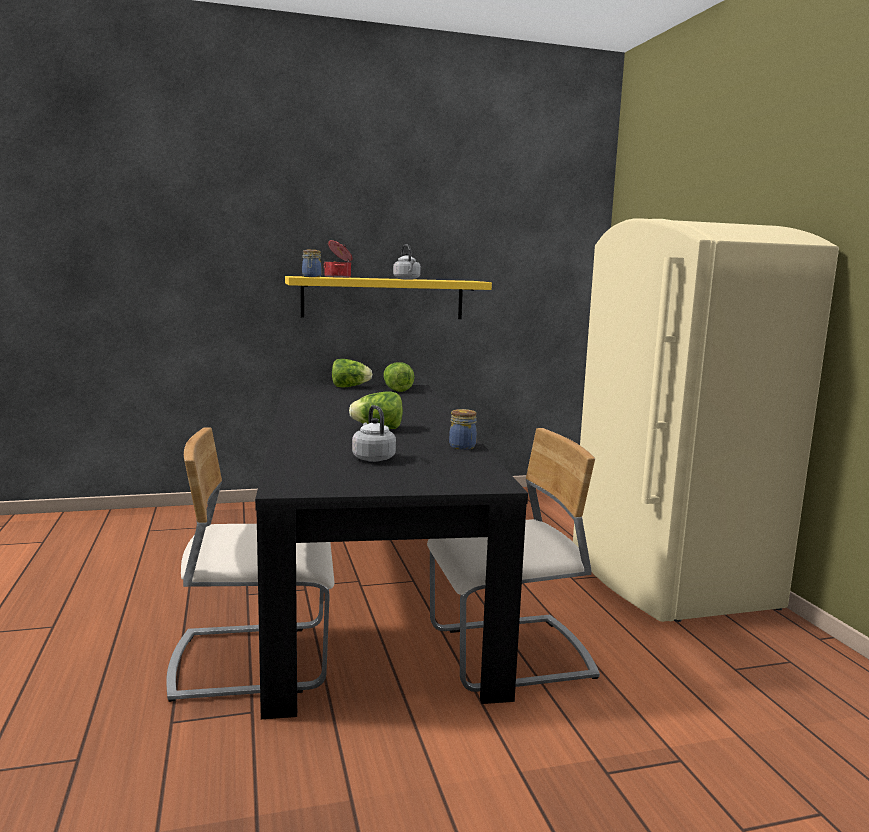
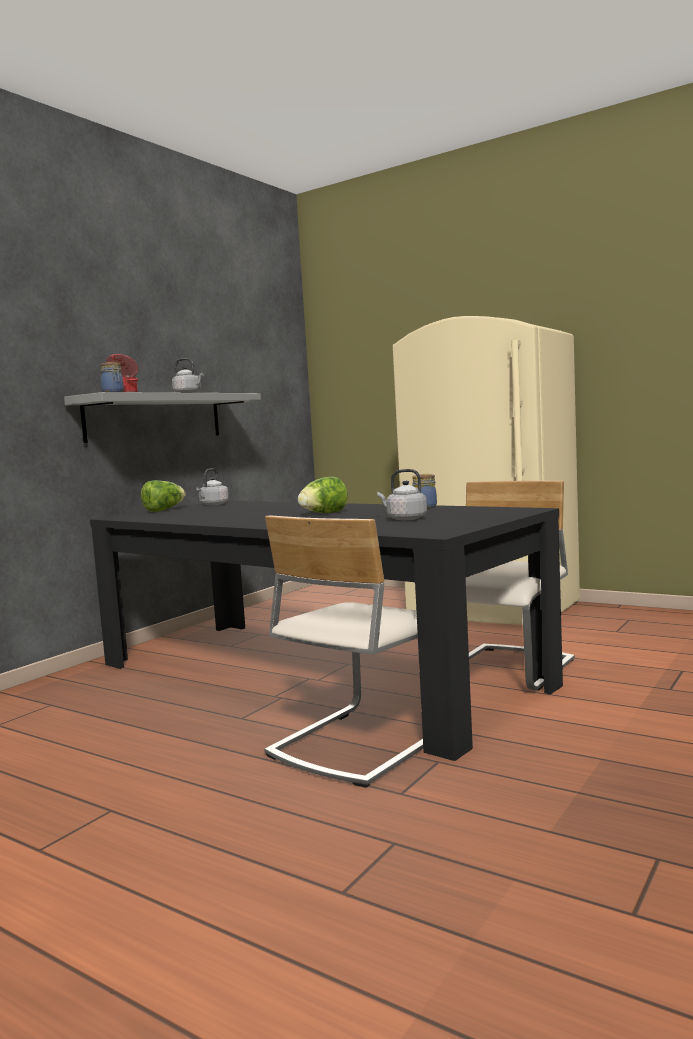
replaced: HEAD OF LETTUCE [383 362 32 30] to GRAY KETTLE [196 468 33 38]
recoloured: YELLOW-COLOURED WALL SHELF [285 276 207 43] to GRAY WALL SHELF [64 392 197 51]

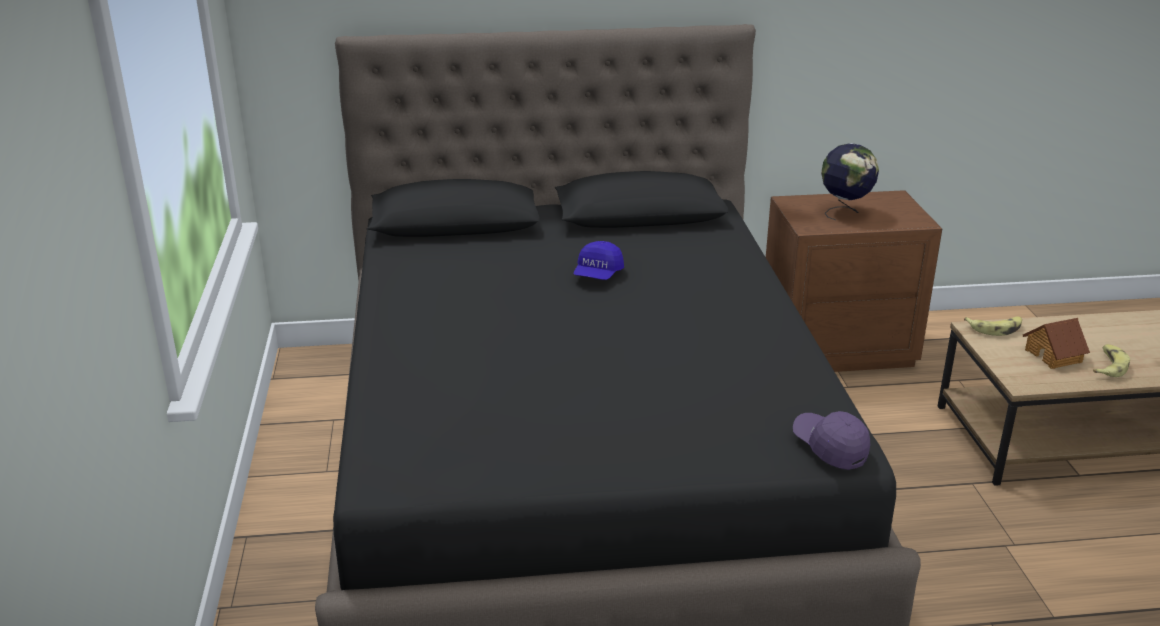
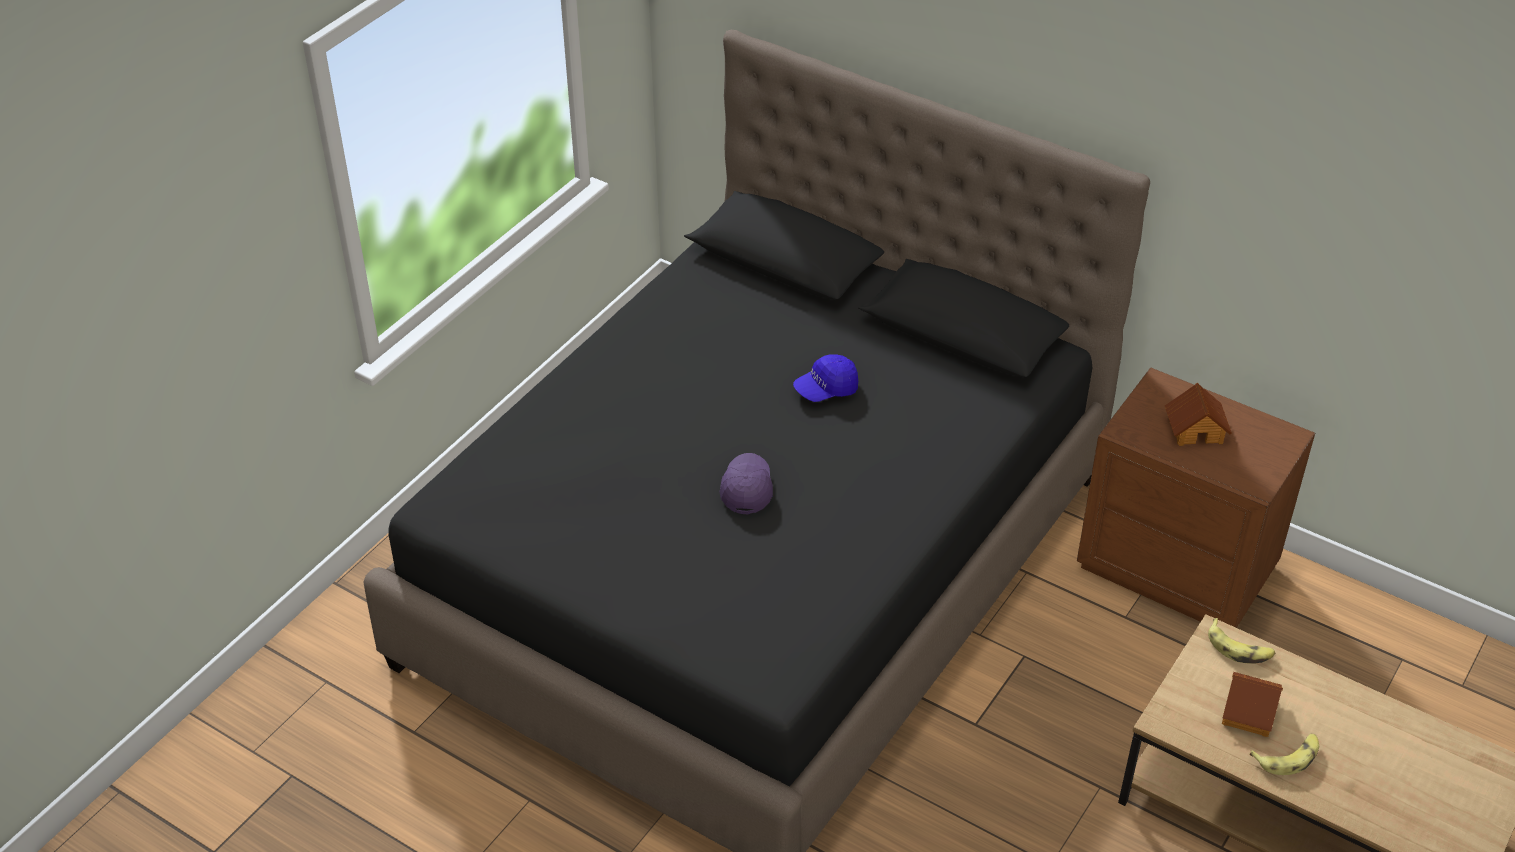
moved: PURPLE CAP [793 411 77 59] to [719 453 54 61]
replaced: GLOBE [821 143 58 77] to MODEL HOUSE [1165 383 67 63]

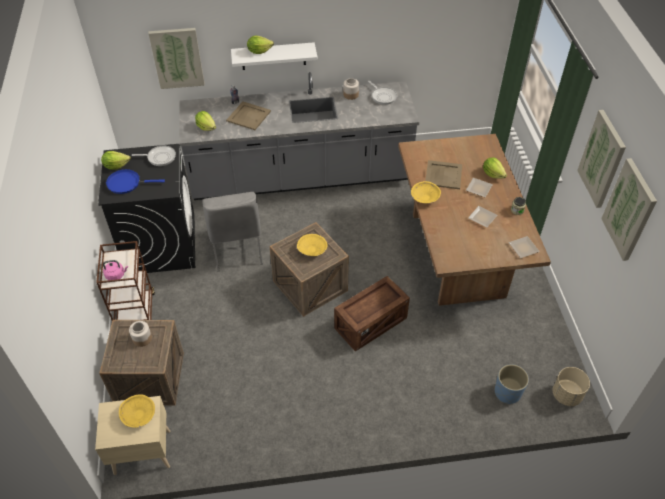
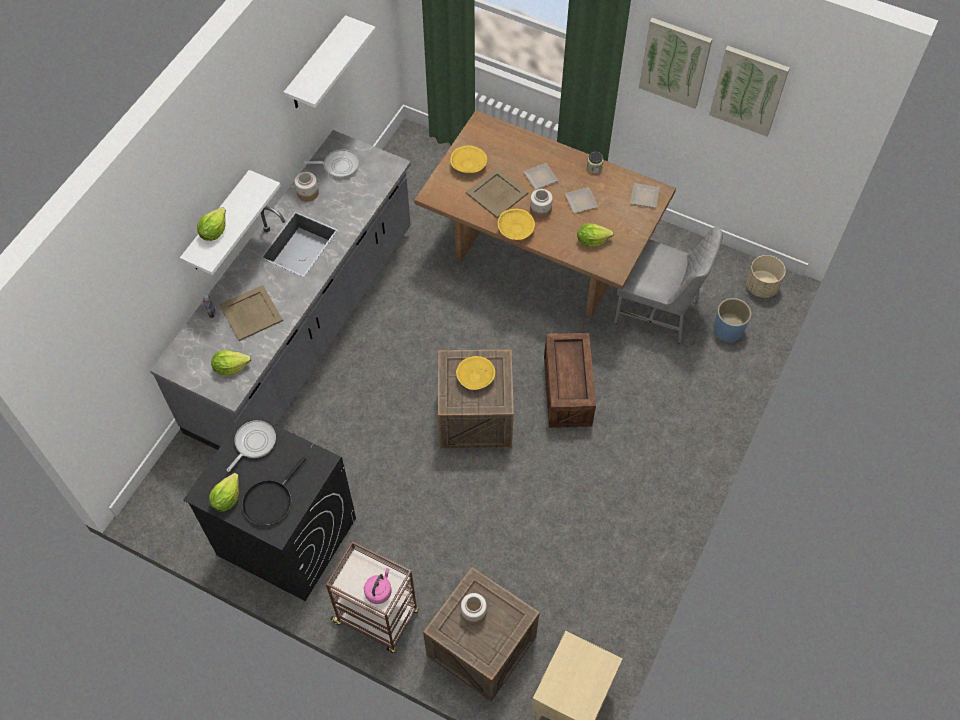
removed: WALL ART [148 28 57 61]
added: WHITE-COLOURED WALL SHELF [284 15 92 94]; PRESERVE JAR [530 189 23 29]
moved: YELLOW-COLOURED BOWL [119 394 36 34] to [450 145 37 28]; GRAY PLAIN CHAIR [202 192 61 79] to [614 226 109 118]; HEAD OF LETTUCE [483 157 24 22] to [577 223 37 24]
recoloured: BLUISH PAN [106 169 59 25] to BLACK PAN [242 457 64 69]

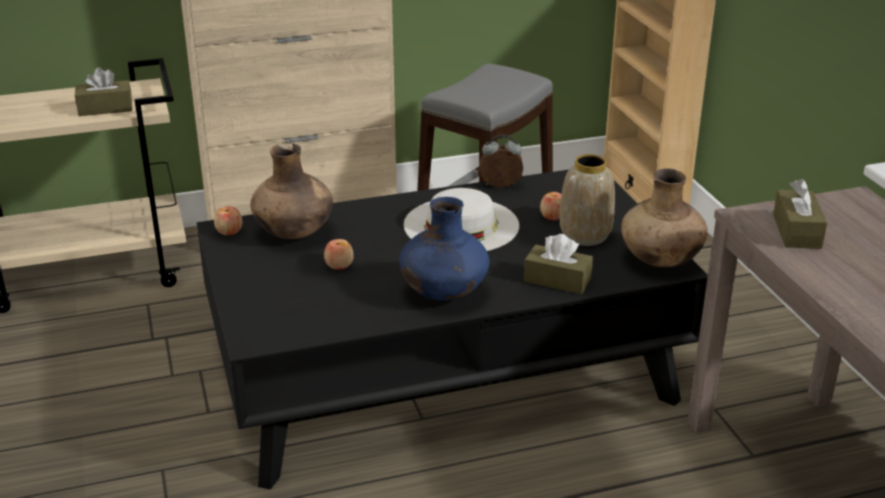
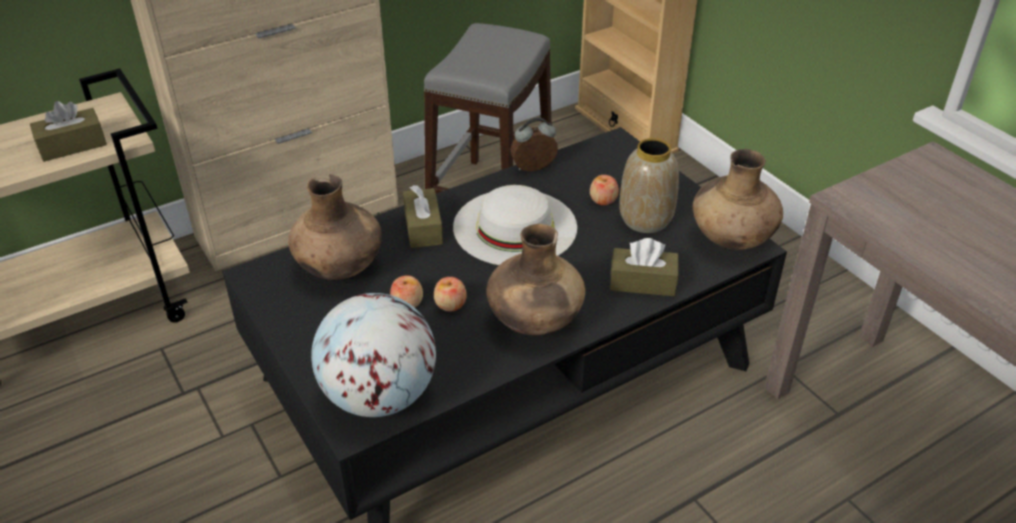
added: GLOBE [311 293 125 124]
moved: APPLE [214 206 29 29] to [434 277 32 35]; BROWN-COLOURED TISSUE HOLDER [773 179 54 70] to [403 185 40 63]
recoloured: BLUISH DECORATIVE VASE [399 197 91 103] to BROWN-COLOURED DECORATIVE VASE [487 224 98 111]

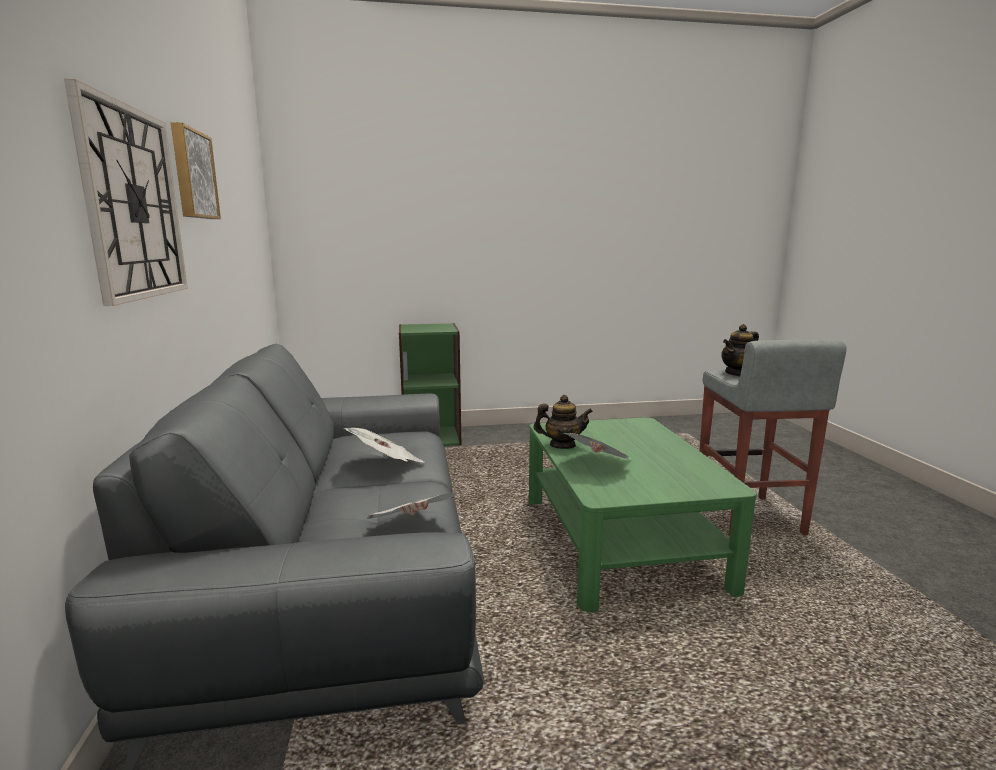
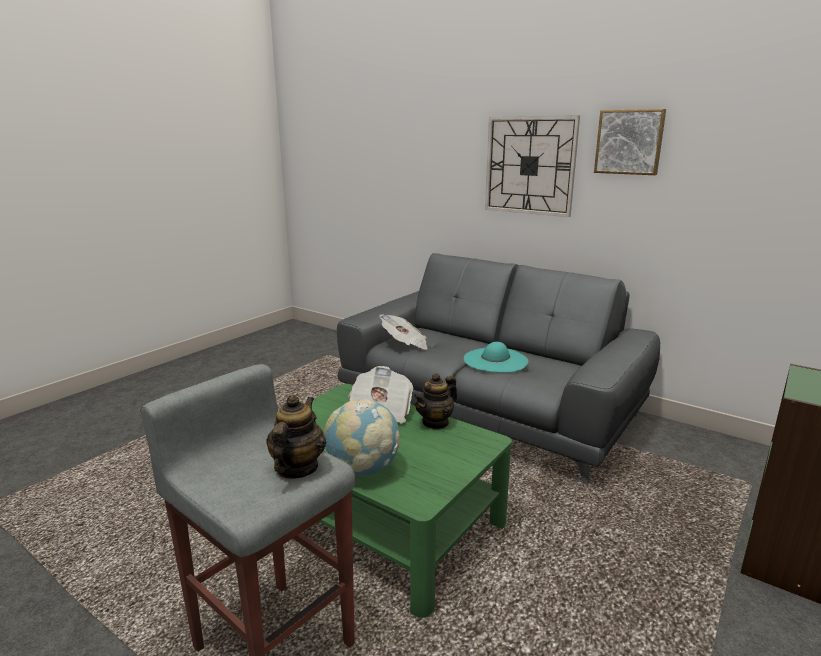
added: GLOBE [324 399 76 77]
replaced: NEWSPAPER [344 428 80 34] to TURQUOISE-COLOURED CLOTHING HAT [464 342 65 31]

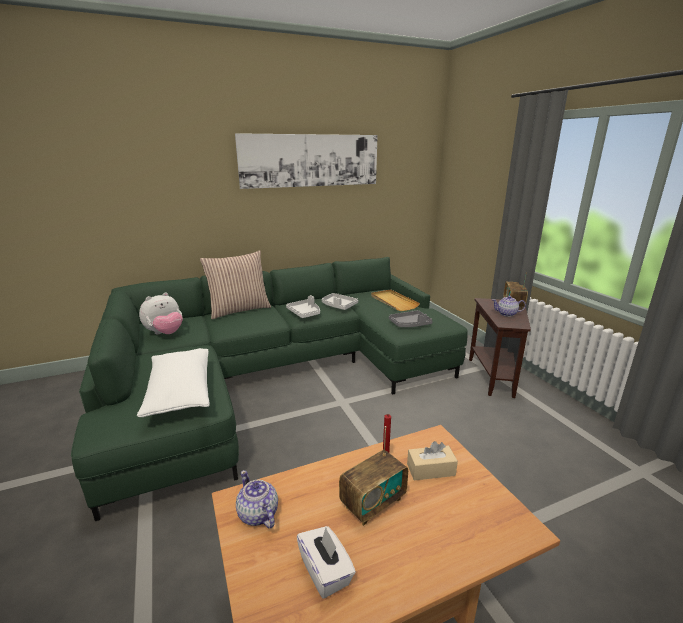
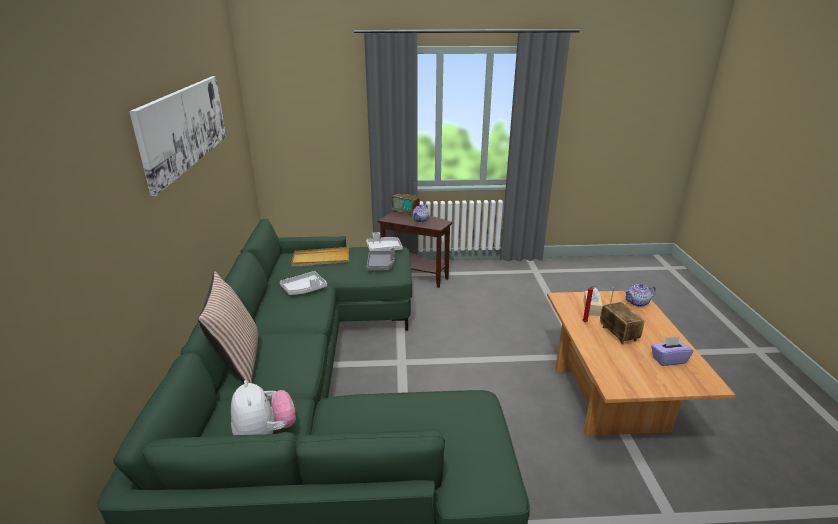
removed: WHITE-COLOURED PILLOW [137 348 73 69]
moved: POT FOR TEA [236 470 42 58] to [624 284 32 23]; GRAY CARRYING TRAY [286 295 34 23] to [366 232 37 19]
recoloured: WHITE-COLOURED TISSUE HOLDER [297 526 59 73] to PURPLE TISSUE HOLDER [651 337 42 29]

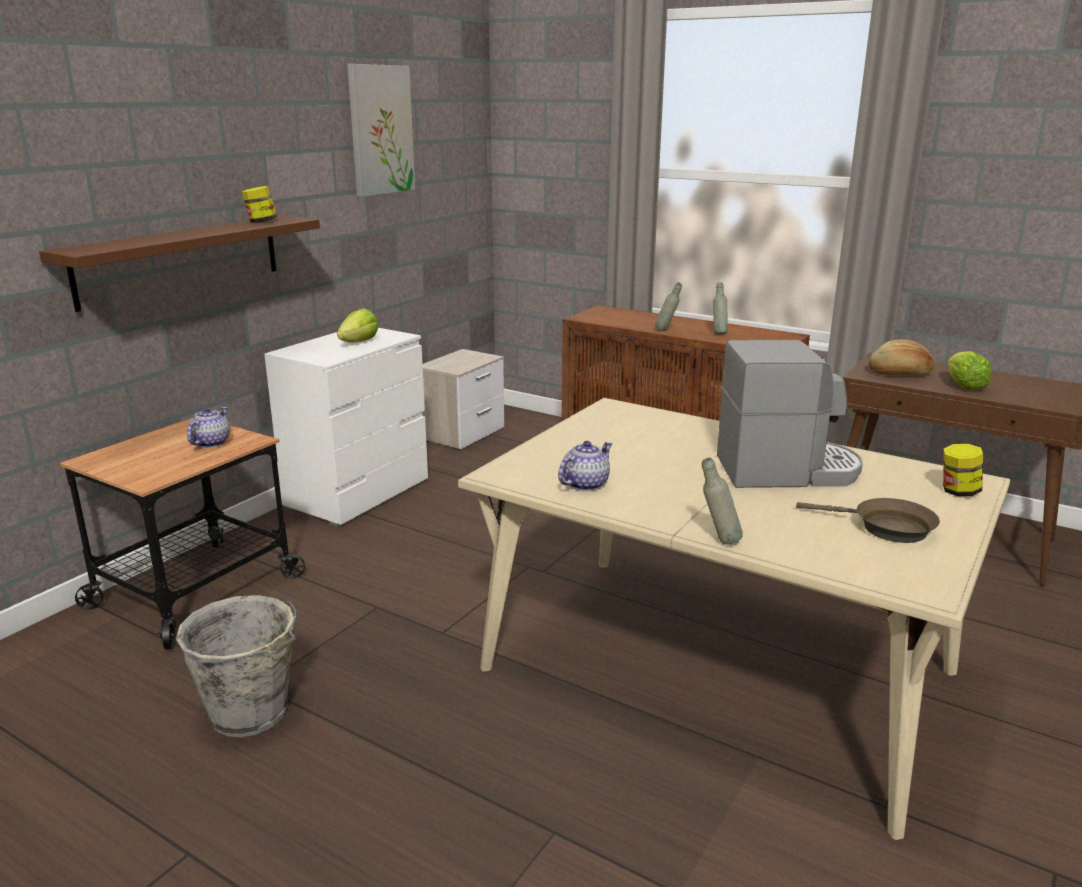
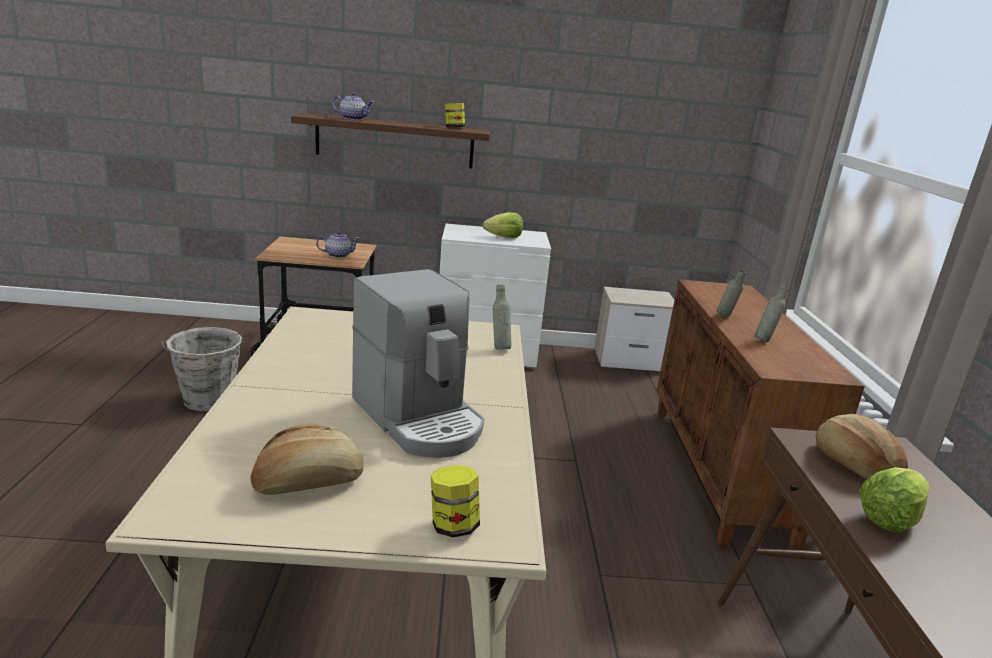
removed: WALL ART [347 64 68 133]
moved: POT FOR TEA [558 441 54 50] to [332 93 42 27]; GRAY BEVERAGE BOTTLE [702 458 41 87] to [493 285 19 65]
replaced: BROWN-COLOURED PAN [796 498 144 45] to BAKERY BREAD [250 423 114 72]

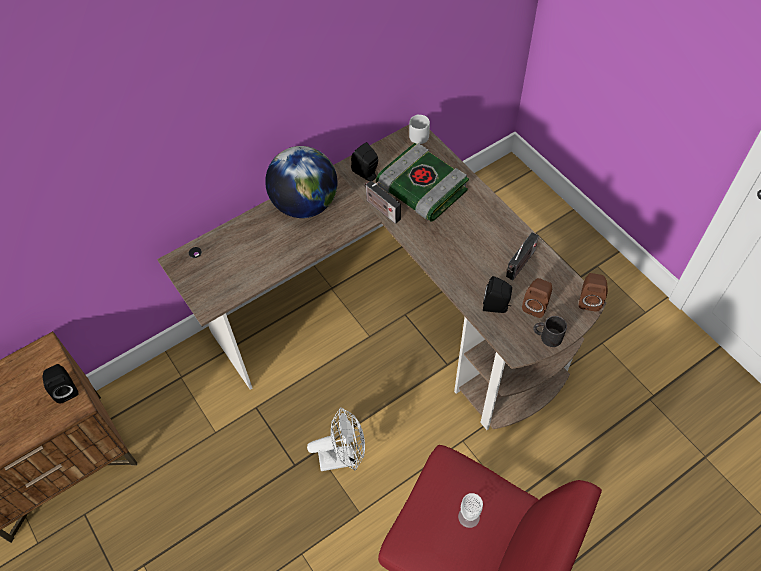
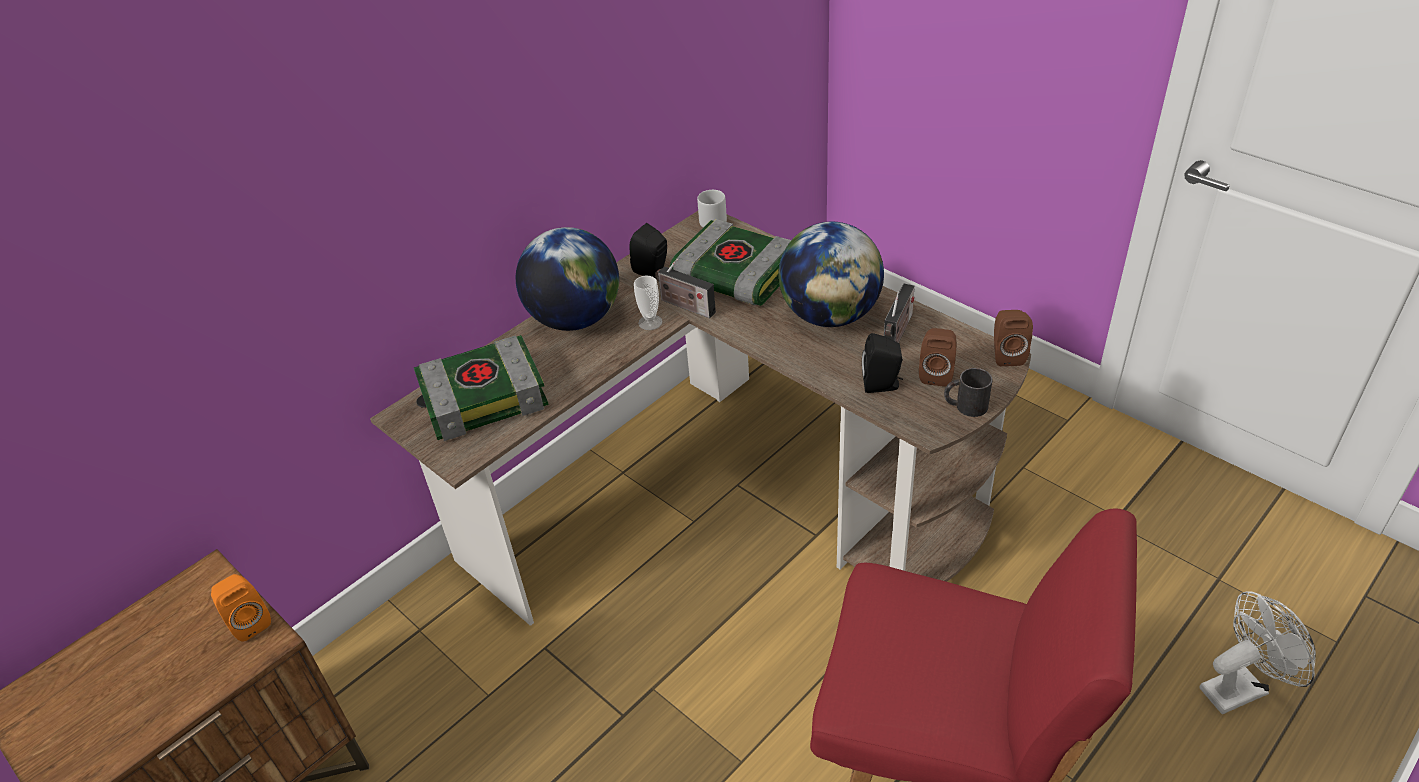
added: VOLUME [414 335 135 106]; GLOBE [778 222 106 105]
moved: WHITE-COLOURED ELECTRIC FAN [307 407 58 64] to [1199 591 117 123]; DRINKING CUP [458 493 25 35] to [634 276 28 54]
recoloured: BLACK LOUDSPEAKER [42 364 37 40] to ORANGE LOUDSPEAKER [211 574 60 68]

